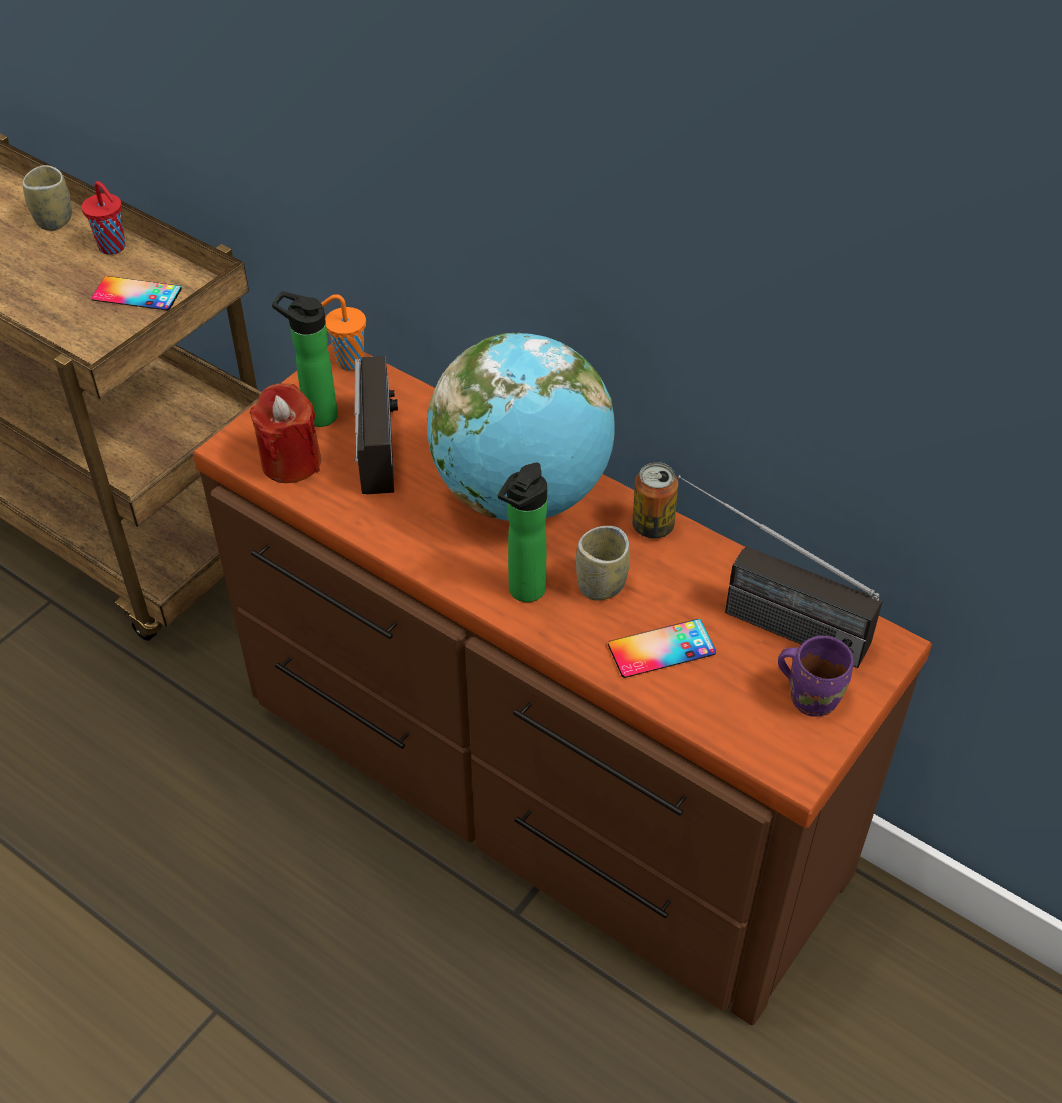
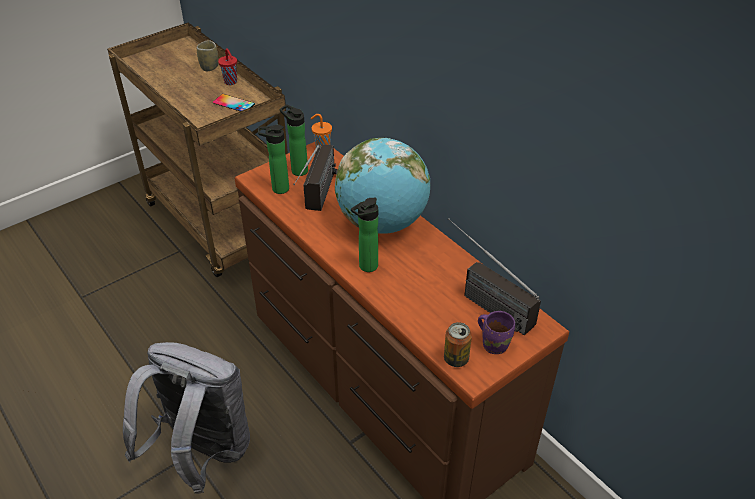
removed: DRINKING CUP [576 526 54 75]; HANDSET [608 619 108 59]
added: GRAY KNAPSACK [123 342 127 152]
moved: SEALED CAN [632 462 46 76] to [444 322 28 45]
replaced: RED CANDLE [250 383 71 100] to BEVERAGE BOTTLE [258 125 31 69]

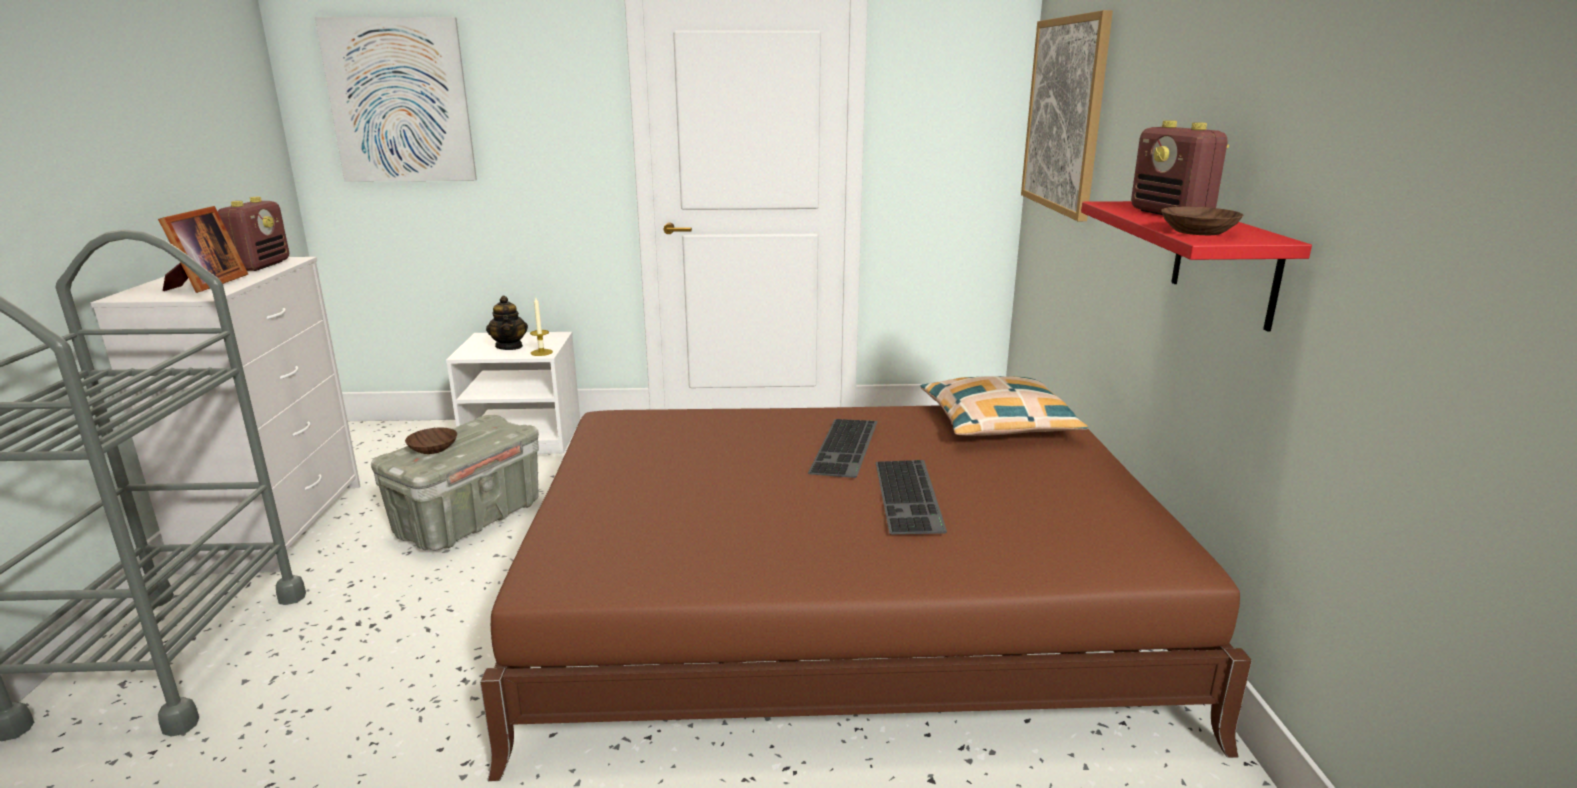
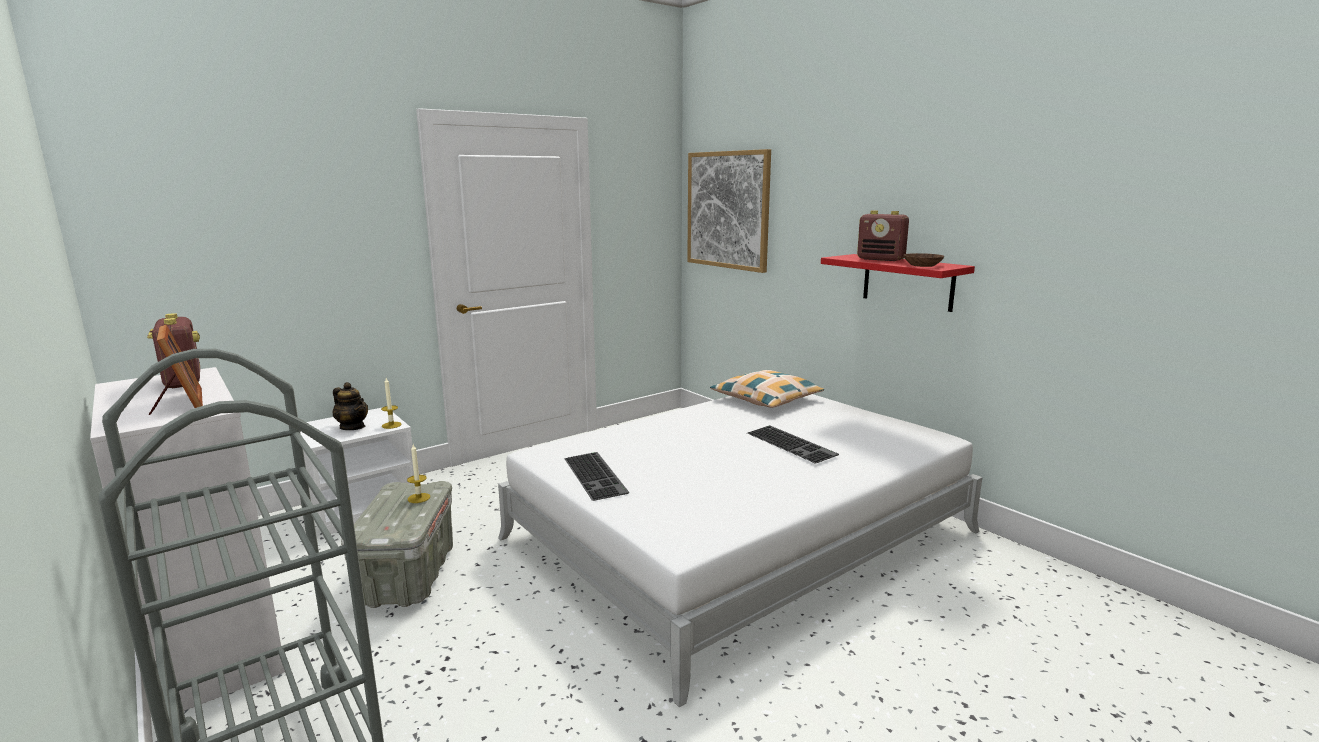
removed: WALL ART [315 17 162 165]; BROWN-COLOURED BOWL [405 428 52 26]
added: CANDLE [407 444 23 59]
moved: PC KEYBOARD [808 419 70 59] to [564 452 65 49]
recoloured: BROWN-COLOURED BED [480 405 772 376] to WHITE-COLOURED BED [498 394 484 313]

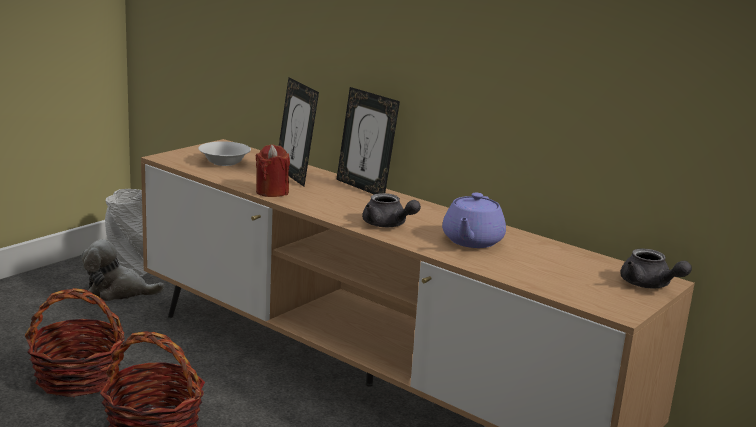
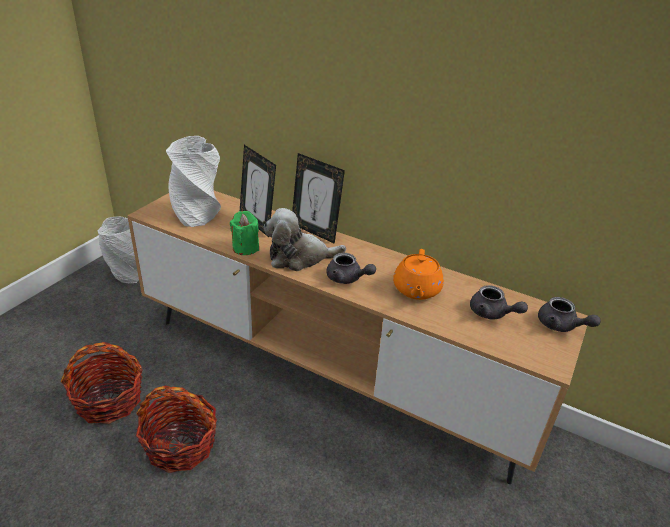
added: GRAY POT FOR TEA [470 285 58 34]
moved: PLUSH TOY [81 239 84 62] to [264 208 82 63]
replaced: WHITE-COLOURED BOWL [198 141 53 25] to WHITE-COLOURED DECORATIVE VASE [166 136 55 91]
recoloured: RED CANDLE [255 144 35 53] to GREENISH CANDLE [230 211 29 44]; PURPLE POT FOR TEA [442 193 64 55] to ORANGE POT FOR TEA [393 249 51 51]

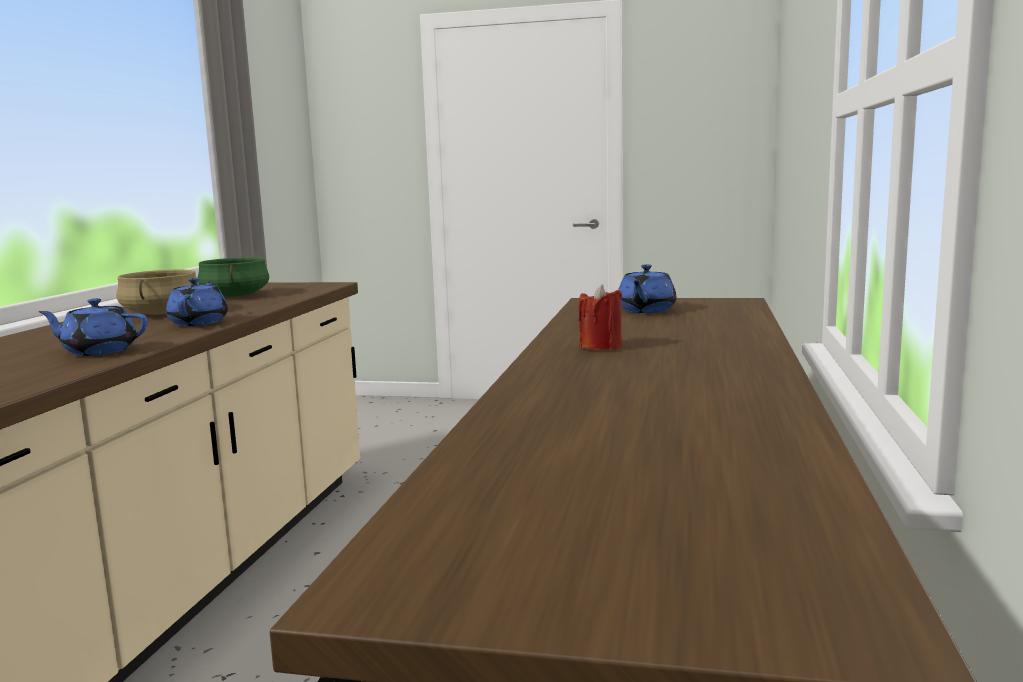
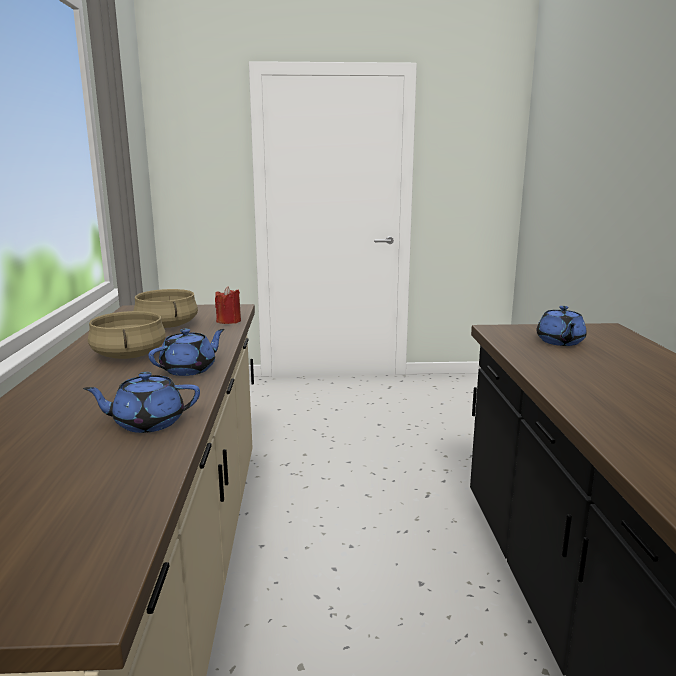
moved: RED CANDLE [578 284 44 66] to [215 286 26 38]
recoloured: GREENISH COOKING POT [197 257 72 40] to BEIGE COOKING POT [134 289 64 39]
turned: BLUISH POT FOR TEA [166 278 62 48] = [148 329 77 47] 60 degrees clockwise

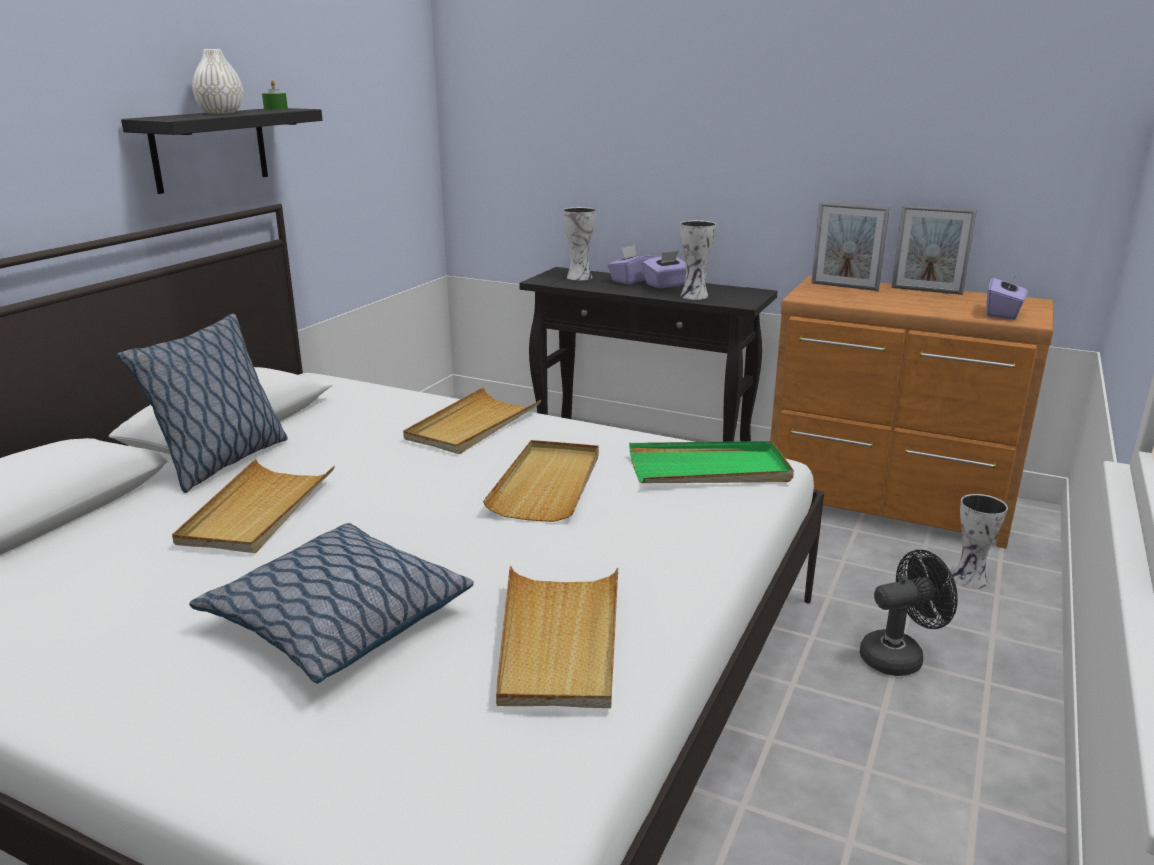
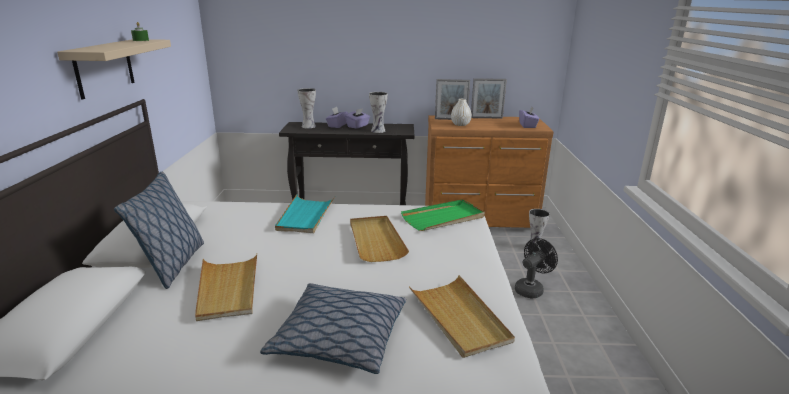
moved: WHITE-COLOURED DECORATIVE VASE [192 49 51 65] to [451 99 21 27]
recoloured: BLACK WALL SHELF [121 108 201 86] to BEIGE WALL SHELF [57 39 114 61]; BEIGE CARRYING TRAY [403 387 138 67] to TURQUOISE-COLOURED CARRYING TRAY [275 194 60 39]

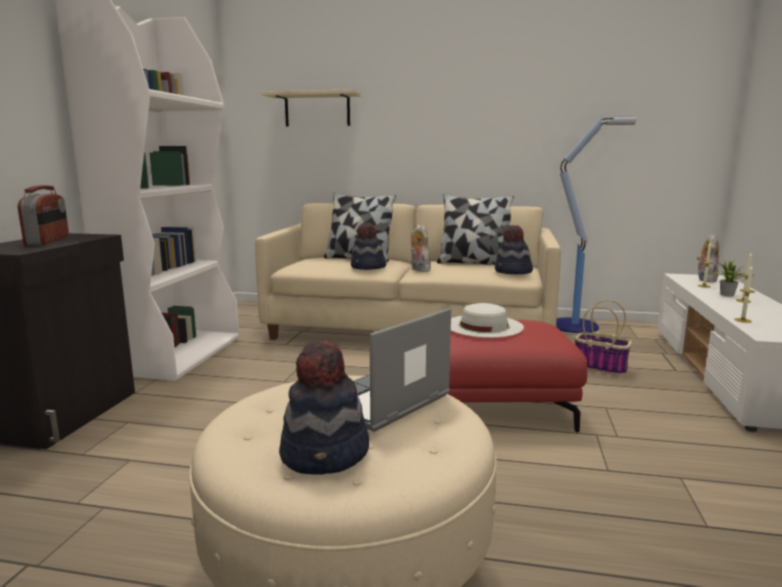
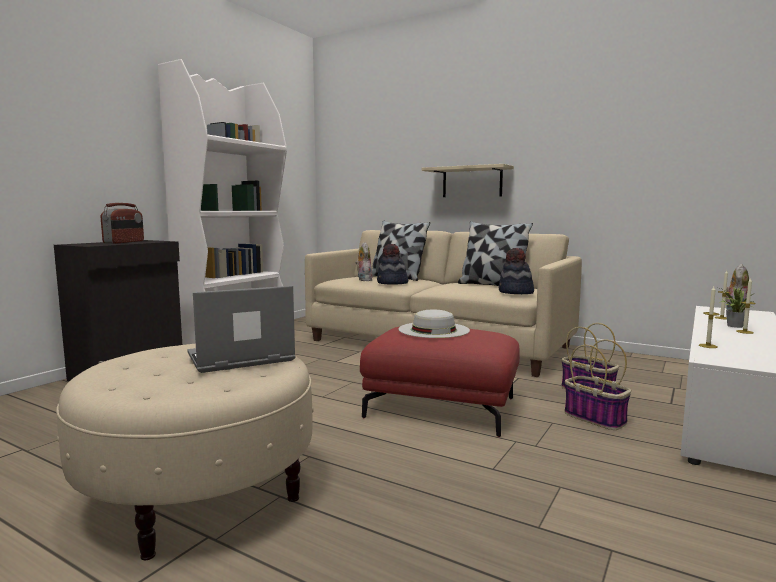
removed: CLOTHING HAT [279 340 90 135]; FLOOR LAMP [556 116 80 217]
added: BASKET [564 339 67 91]
moved: BEIGE WALL SHELF [261 89 100 38] to [421 164 93 33]; PLUSH TOY [411 225 20 47] to [355 243 18 38]

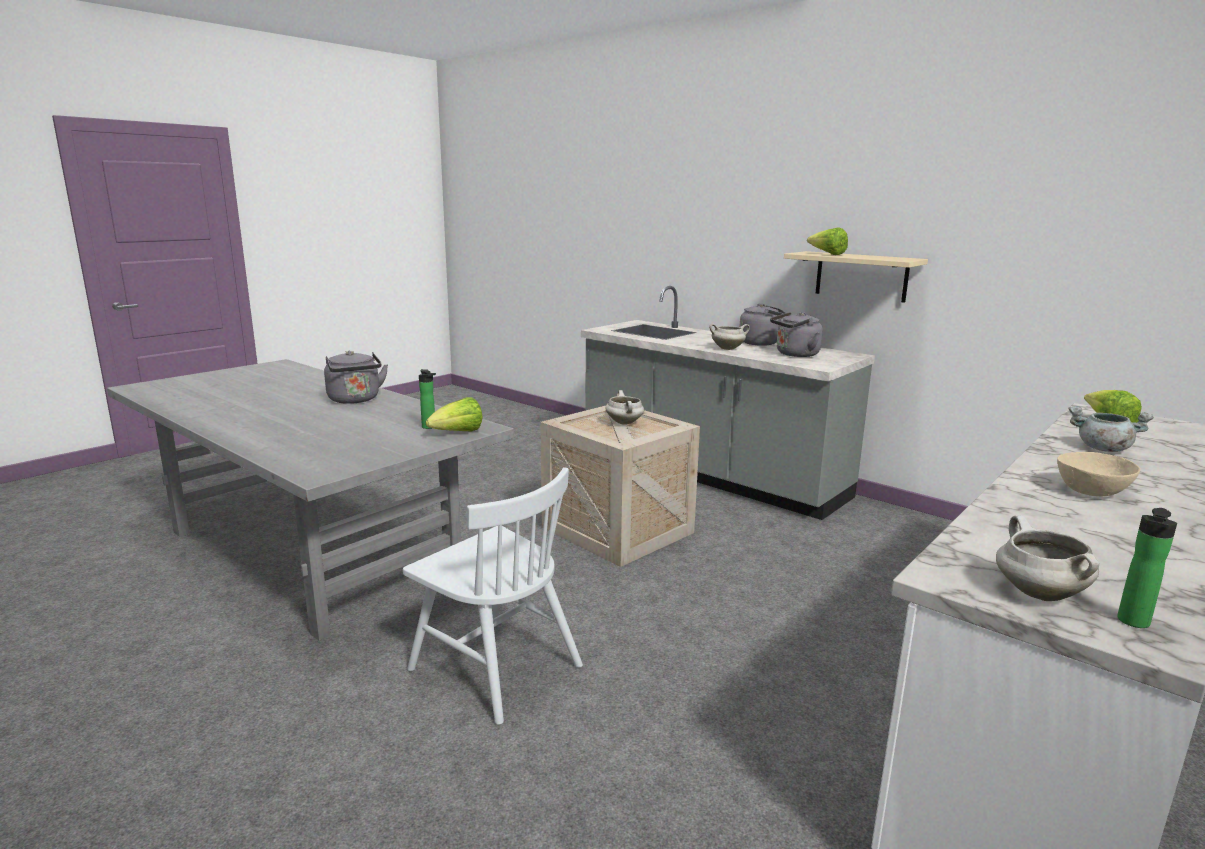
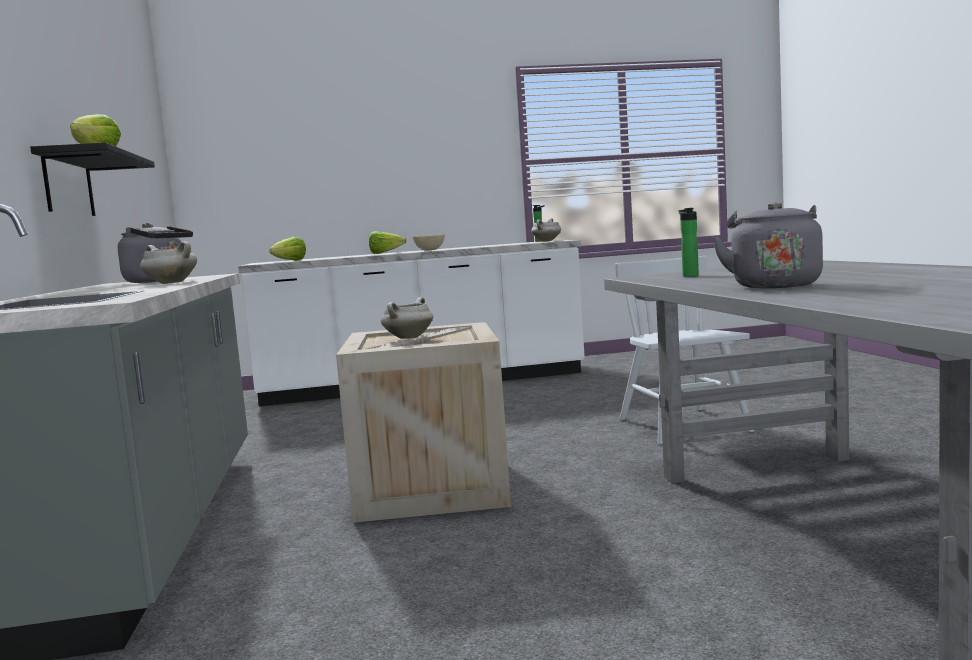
removed: GRAY KETTLE [739 304 46 42]; GRAY COOKING POT [1068 406 86 46]
moved: HEAD OF LETTUCE [426 397 56 35] to [369 231 38 23]
recoloured: BEIGE WALL SHELF [784 251 144 52] to BLACK WALL SHELF [30 143 125 73]

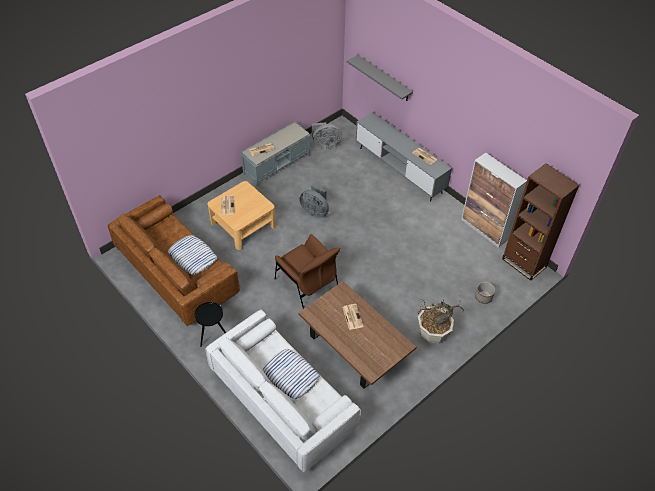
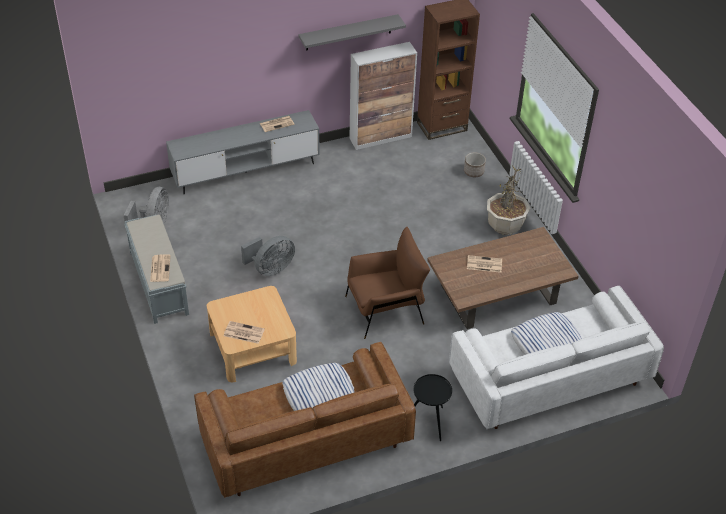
moved: GRAY WALL SHELF [347 55 66 46] to [298 14 108 37]

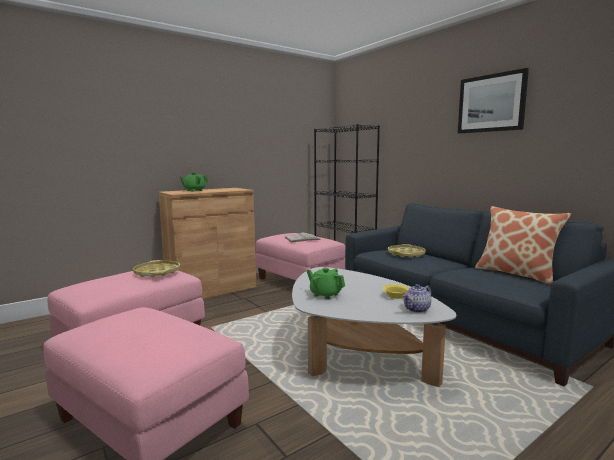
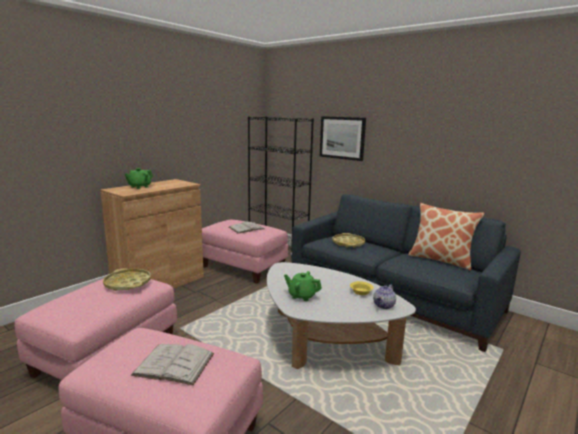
added: WHITE-COLOURED VOLUME [131 344 83 41]
moved: WALL ART [458 68 71 65] to [320 116 46 45]

